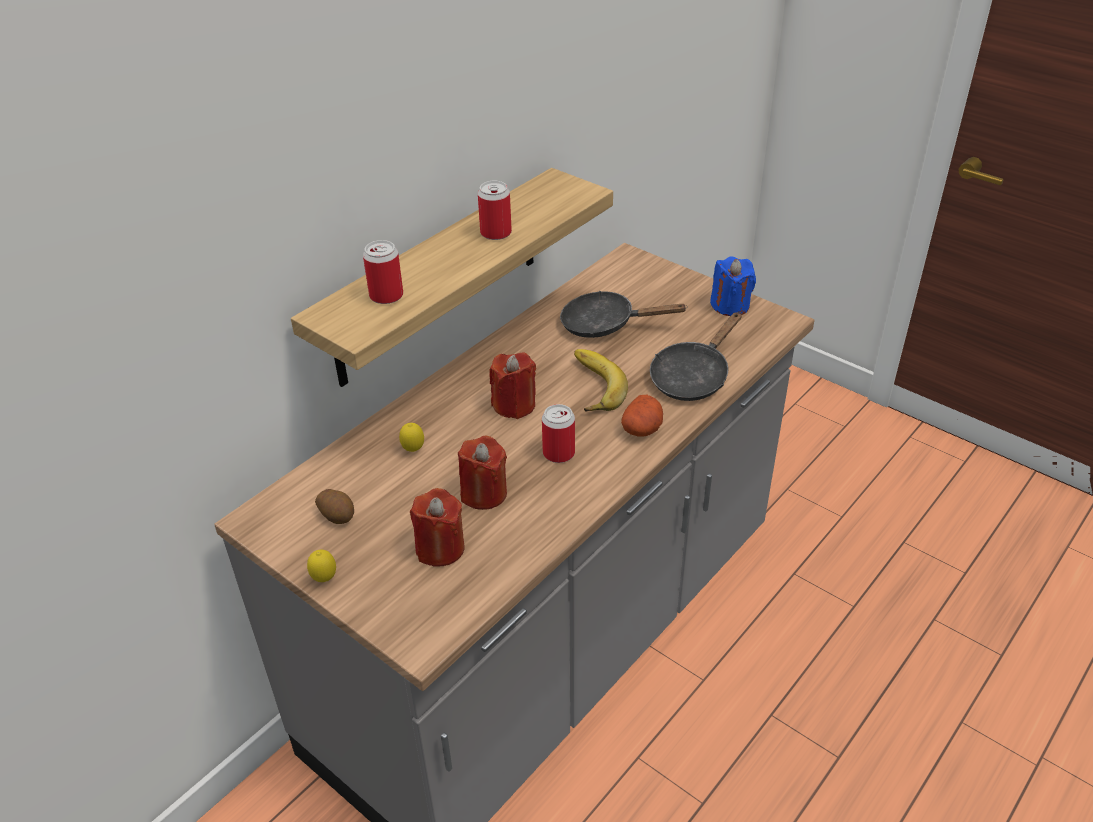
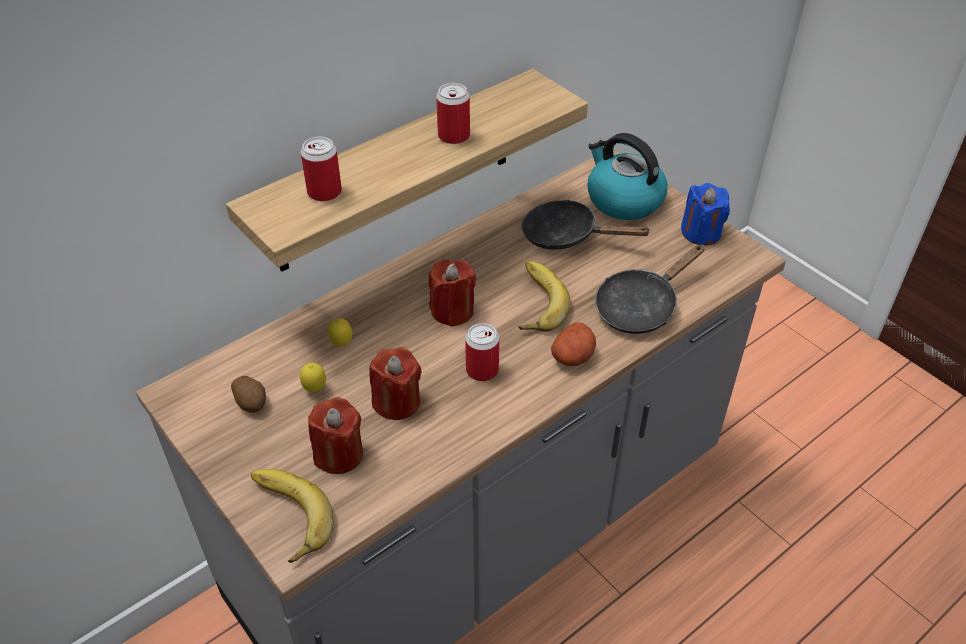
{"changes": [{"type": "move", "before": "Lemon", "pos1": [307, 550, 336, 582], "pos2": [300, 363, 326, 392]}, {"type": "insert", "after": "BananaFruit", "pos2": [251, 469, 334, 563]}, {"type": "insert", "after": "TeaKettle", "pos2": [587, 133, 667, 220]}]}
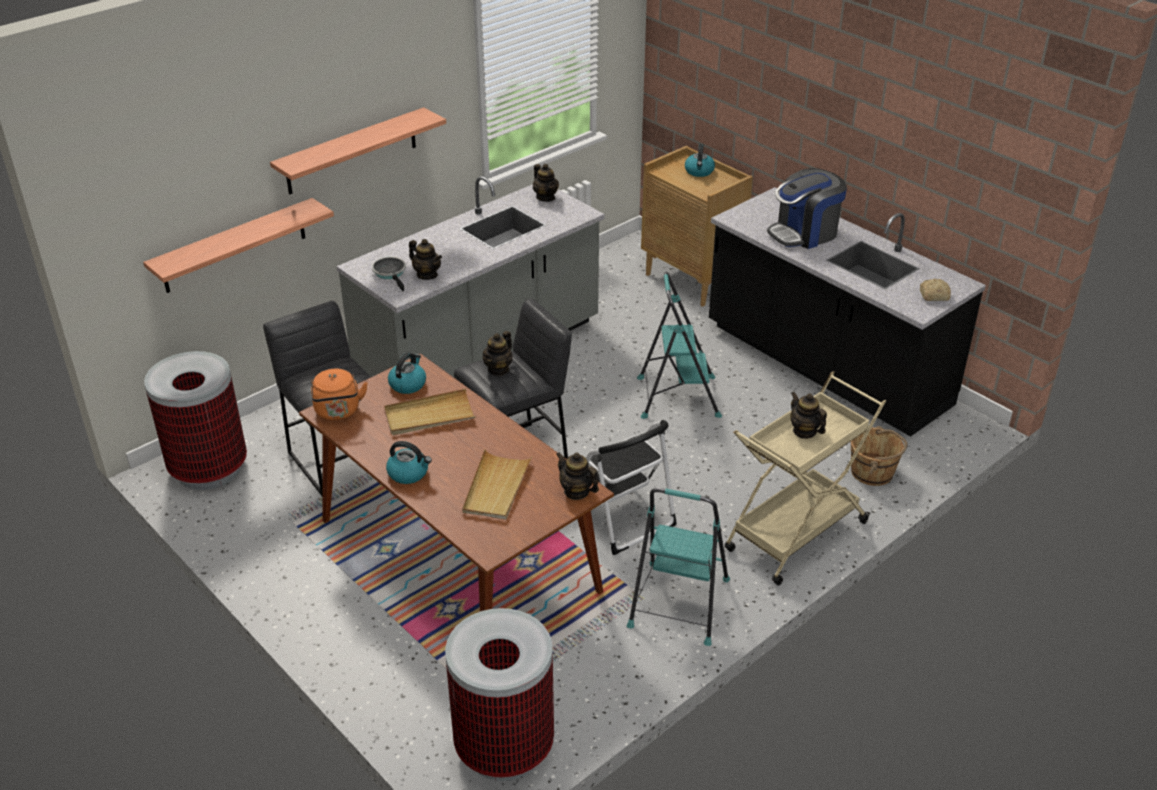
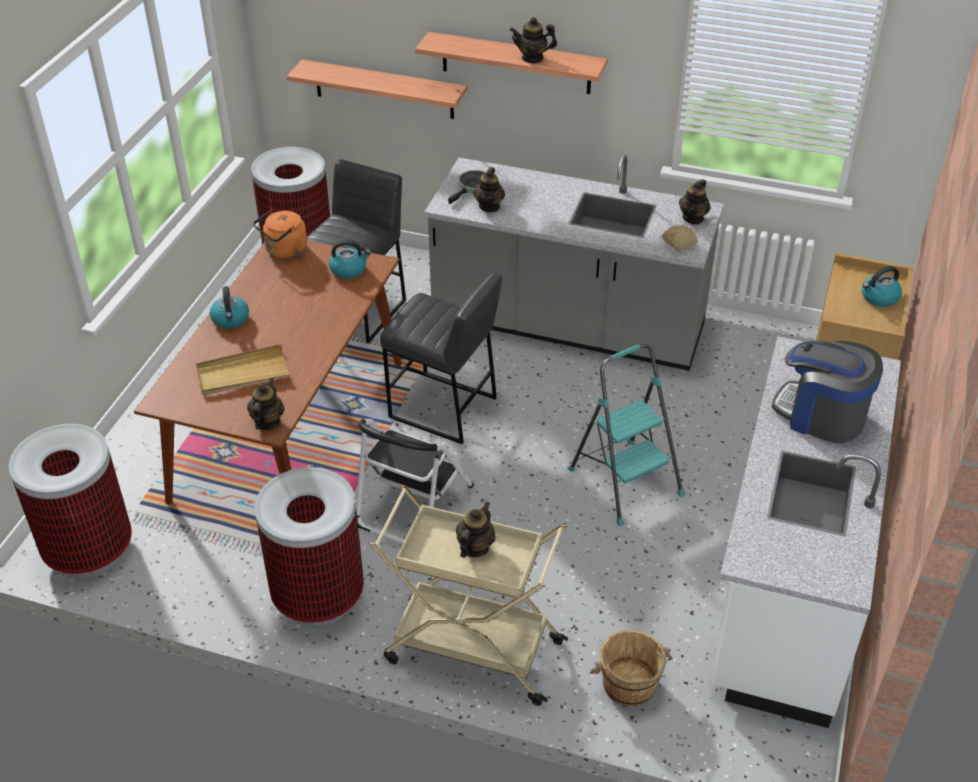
{"changes": [{"type": "delete", "before": "SandColouredCarryingTray", "pos1": [384, 389, 476, 435]}, {"type": "move", "before": "Teapot", "pos1": [482, 331, 513, 376], "pos2": [510, 17, 557, 63]}, {"type": "replace", "before": "TurquoiseStepLadder", "after": "WasteBin", "pos1": [627, 488, 730, 646], "pos2": [255, 467, 364, 626]}, {"type": "recolor", "before": "BlackColouredKitchenCounter", "after": "WhitishKitchenCounter", "pos1": [709, 187, 986, 437], "pos2": [709, 336, 901, 728]}, {"type": "move", "before": "Bread", "pos1": [920, 278, 951, 301], "pos2": [662, 225, 697, 251]}]}
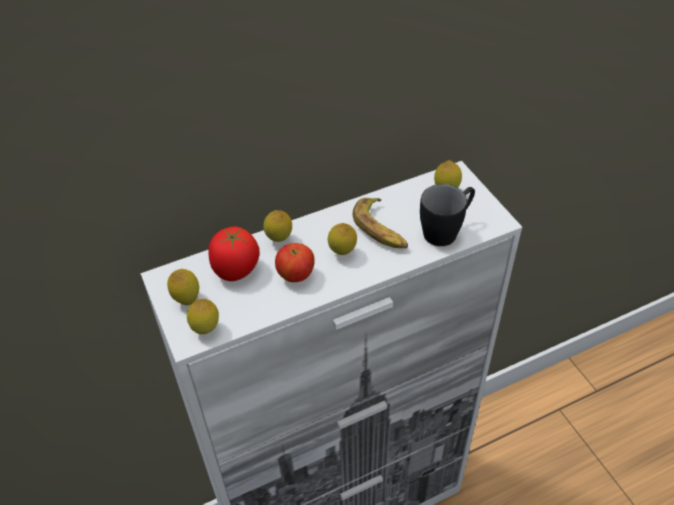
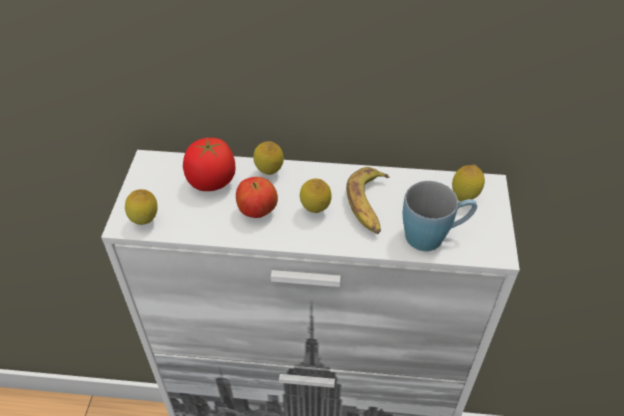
{"changes": [{"type": "delete", "before": "Lemon", "pos1": [167, 269, 199, 305]}, {"type": "recolor", "before": "BlackColouredMug", "after": "BlueColouredMug", "pos1": [420, 184, 475, 246], "pos2": [403, 181, 477, 251]}]}
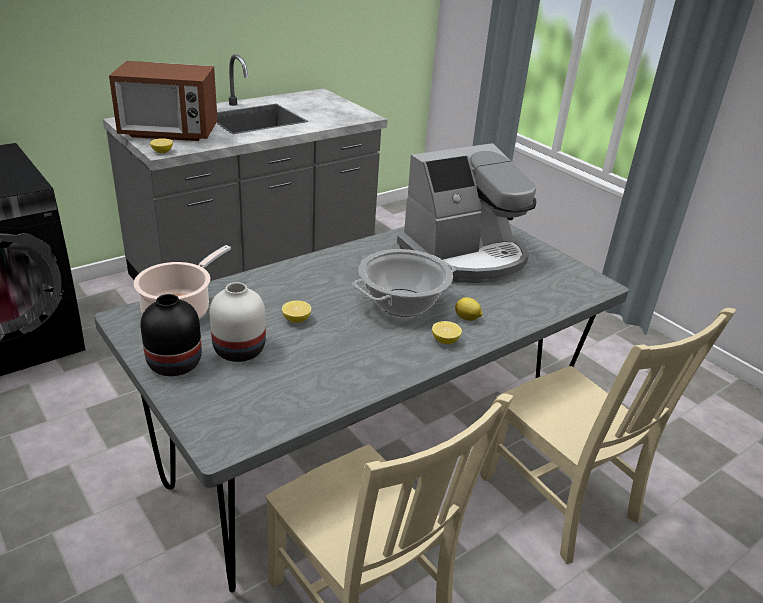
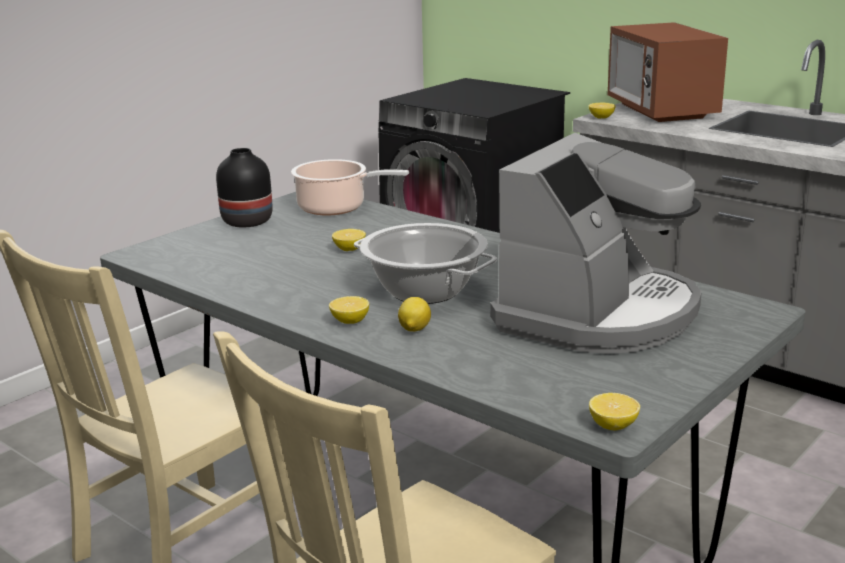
{"changes": [{"type": "delete", "before": "WhitishFlowerVase", "pos1": [210, 282, 266, 362]}, {"type": "rotate", "before": "CoffeeMachine", "pos1": [397, 143, 536, 283], "pos2": [490, 133, 702, 354], "turn": -105}, {"type": "insert", "after": "Lemon", "pos2": [589, 393, 640, 430]}]}
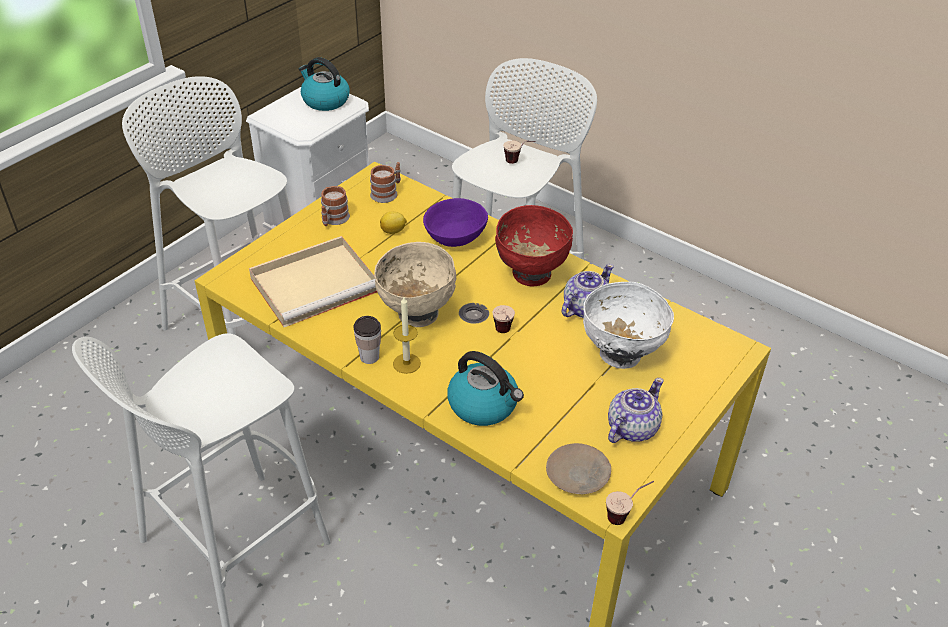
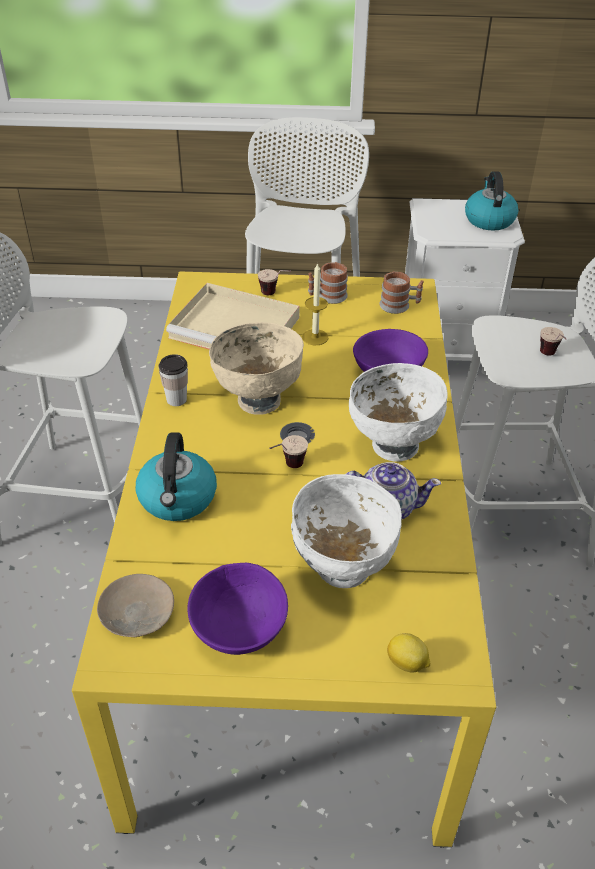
{"changes": [{"type": "move", "before": "Lemon", "pos1": [380, 212, 407, 234], "pos2": [387, 633, 430, 673]}, {"type": "move", "before": "WaxCandle", "pos1": [393, 297, 421, 374], "pos2": [302, 262, 329, 345]}, {"type": "recolor", "before": "RedColouredBowl", "after": "WhitishBowl", "pos1": [495, 205, 573, 287], "pos2": [349, 363, 448, 462]}, {"type": "move", "before": "DrinkingCup", "pos1": [606, 481, 654, 525], "pos2": [258, 269, 291, 295]}, {"type": "replace", "before": "Teapot", "after": "PurplishBowl", "pos1": [608, 378, 663, 443], "pos2": [187, 563, 288, 655]}]}
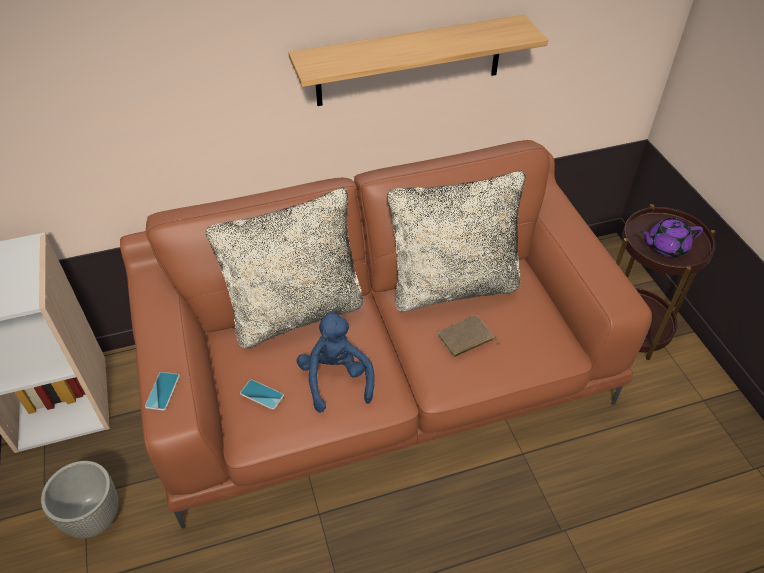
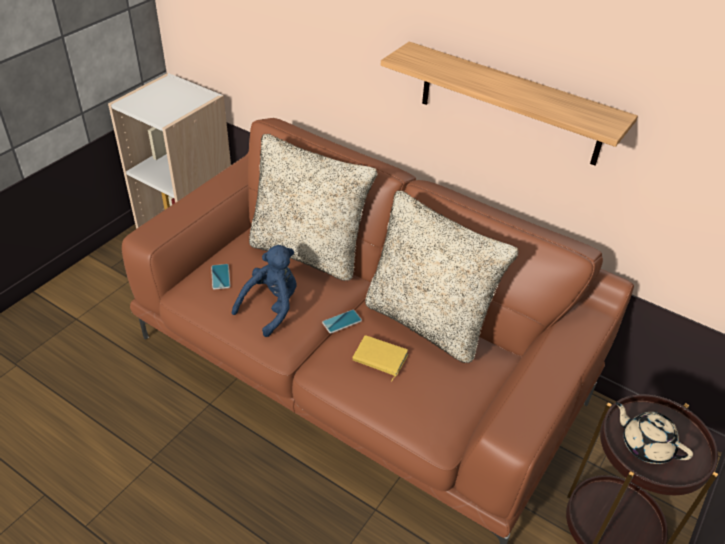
{"changes": [{"type": "delete", "before": "GreyishPlantPot", "pos1": [41, 461, 119, 538]}, {"type": "move", "before": "Phone", "pos1": [145, 372, 180, 411], "pos2": [322, 310, 362, 333]}, {"type": "recolor", "before": "BrownColouredBook", "after": "YellowBook", "pos1": [438, 315, 500, 357], "pos2": [352, 335, 409, 381]}, {"type": "recolor", "before": "PurplishTeapot", "after": "SandColouredTeapot", "pos1": [641, 218, 703, 257], "pos2": [615, 402, 693, 464]}]}
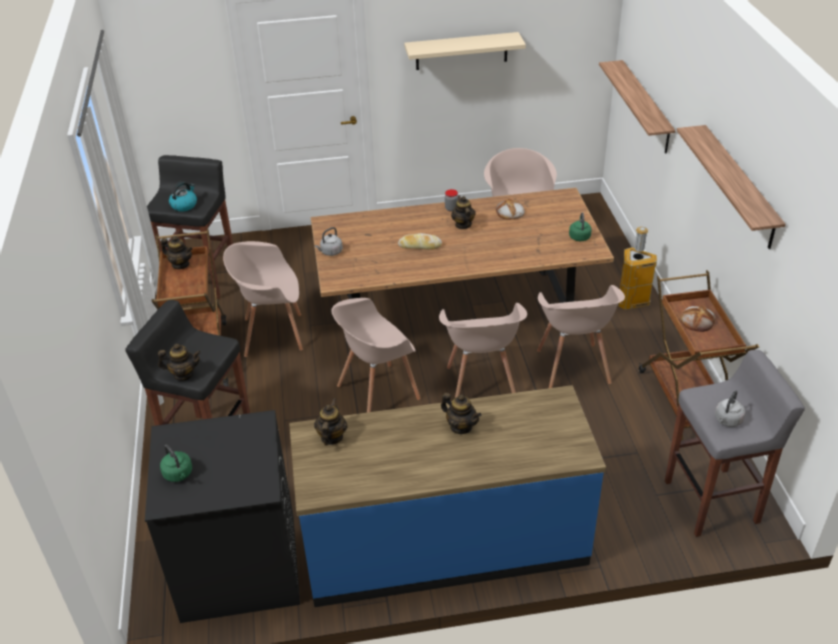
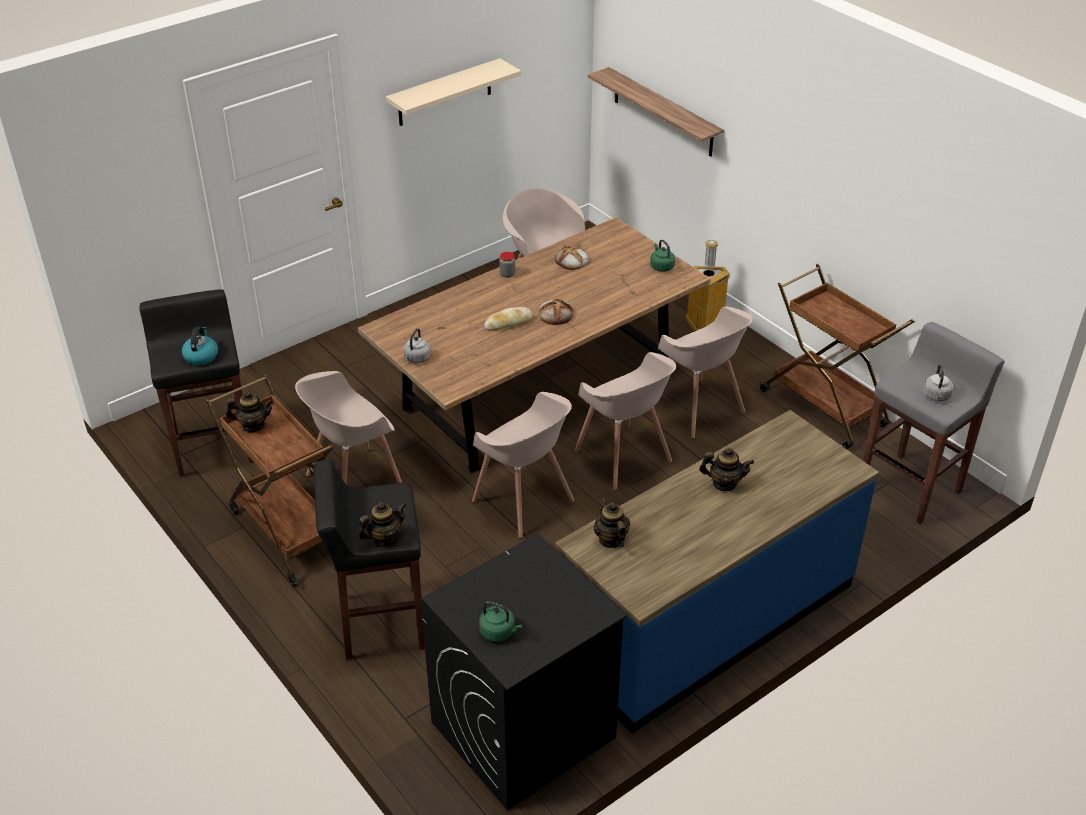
{"changes": [{"type": "rotate", "before": "SandColouredPlainChair", "pos1": [331, 298, 420, 412], "pos2": [472, 392, 574, 538], "turn": -75}, {"type": "delete", "before": "Teapot", "pos1": [451, 195, 476, 229]}, {"type": "delete", "before": "WallShelf", "pos1": [677, 125, 786, 249]}, {"type": "move", "before": "Bread", "pos1": [681, 306, 716, 332], "pos2": [539, 299, 573, 325]}]}
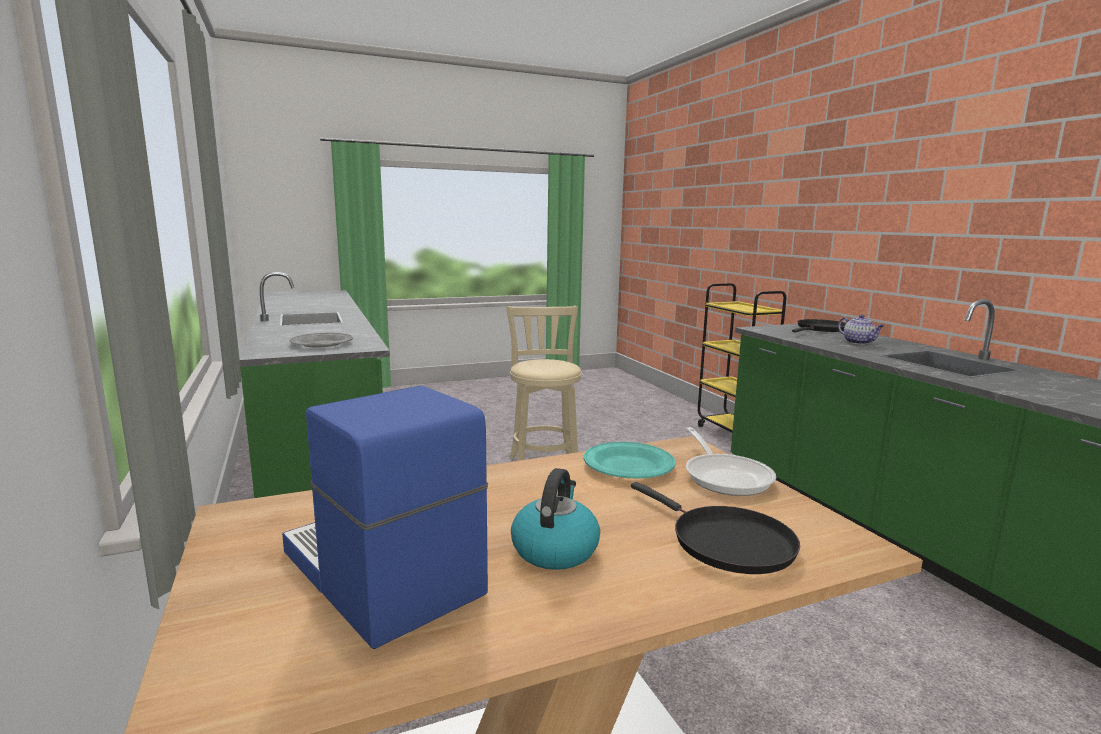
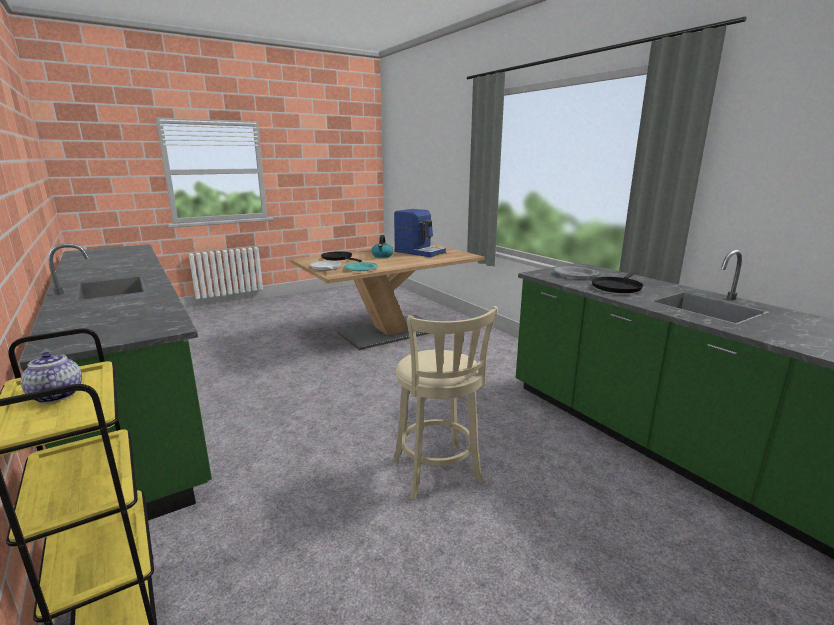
{"changes": [{"type": "move", "before": "BlackColouredPan", "pos1": [792, 319, 846, 332], "pos2": [592, 272, 643, 293]}, {"type": "move", "before": "Teapot", "pos1": [838, 315, 884, 344], "pos2": [21, 352, 82, 403]}]}
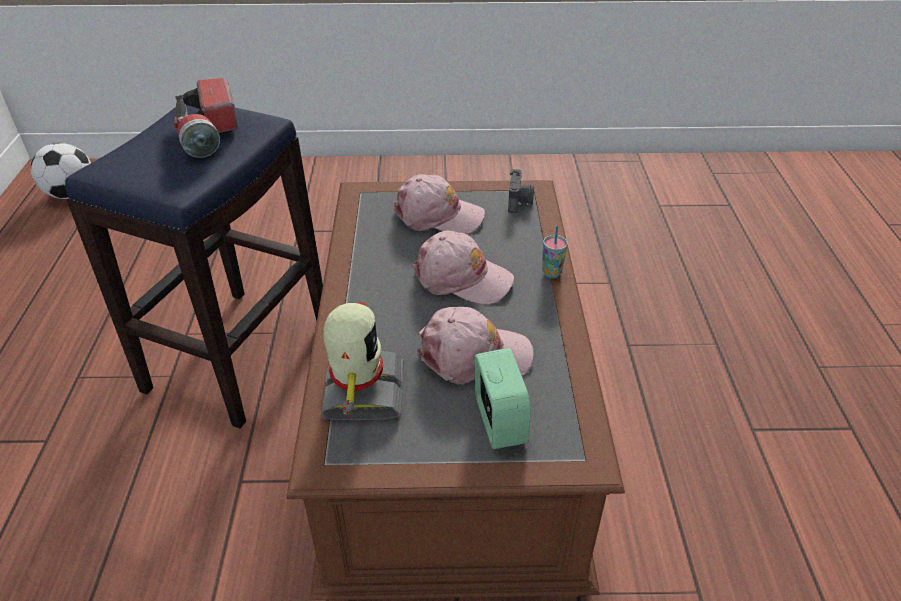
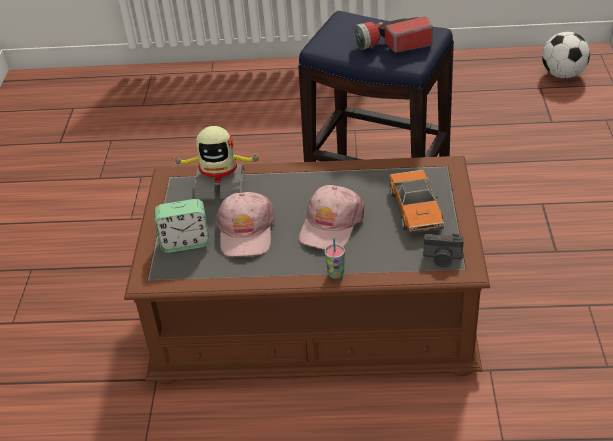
{"changes": [{"type": "replace", "before": "PinkCap", "after": "MiniatureCar", "pos1": [393, 174, 485, 234], "pos2": [389, 170, 444, 233]}]}
